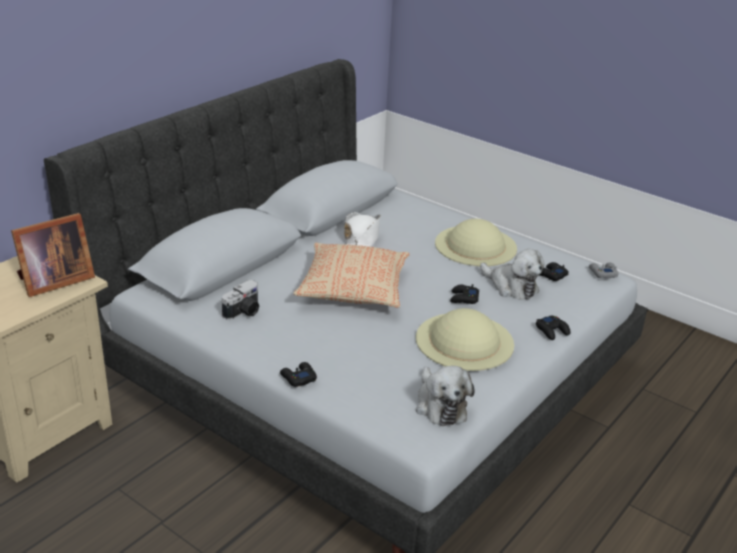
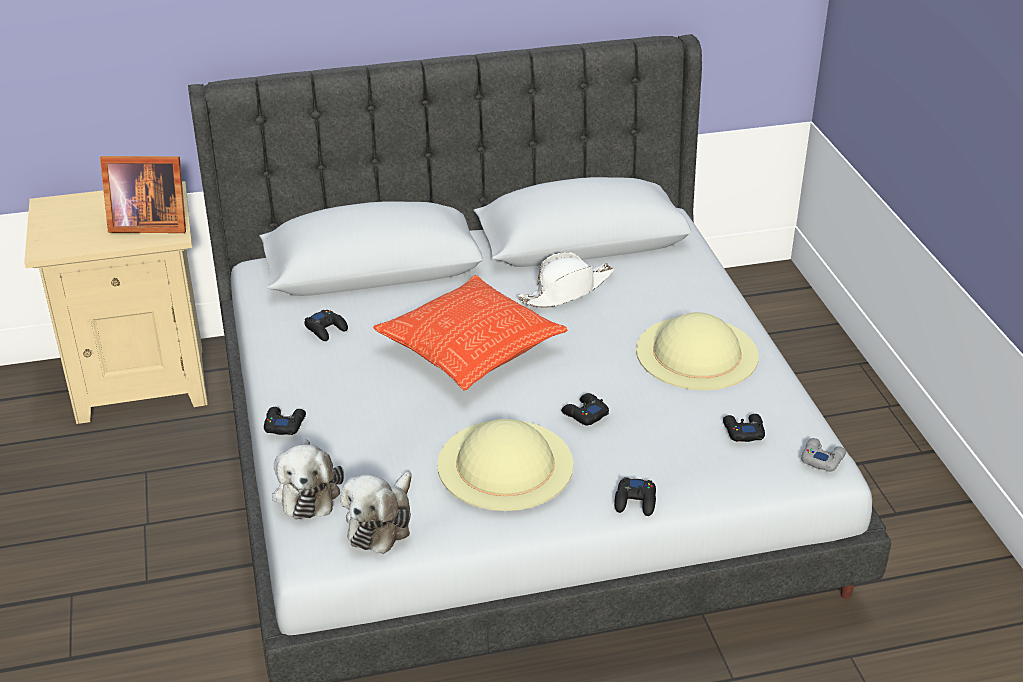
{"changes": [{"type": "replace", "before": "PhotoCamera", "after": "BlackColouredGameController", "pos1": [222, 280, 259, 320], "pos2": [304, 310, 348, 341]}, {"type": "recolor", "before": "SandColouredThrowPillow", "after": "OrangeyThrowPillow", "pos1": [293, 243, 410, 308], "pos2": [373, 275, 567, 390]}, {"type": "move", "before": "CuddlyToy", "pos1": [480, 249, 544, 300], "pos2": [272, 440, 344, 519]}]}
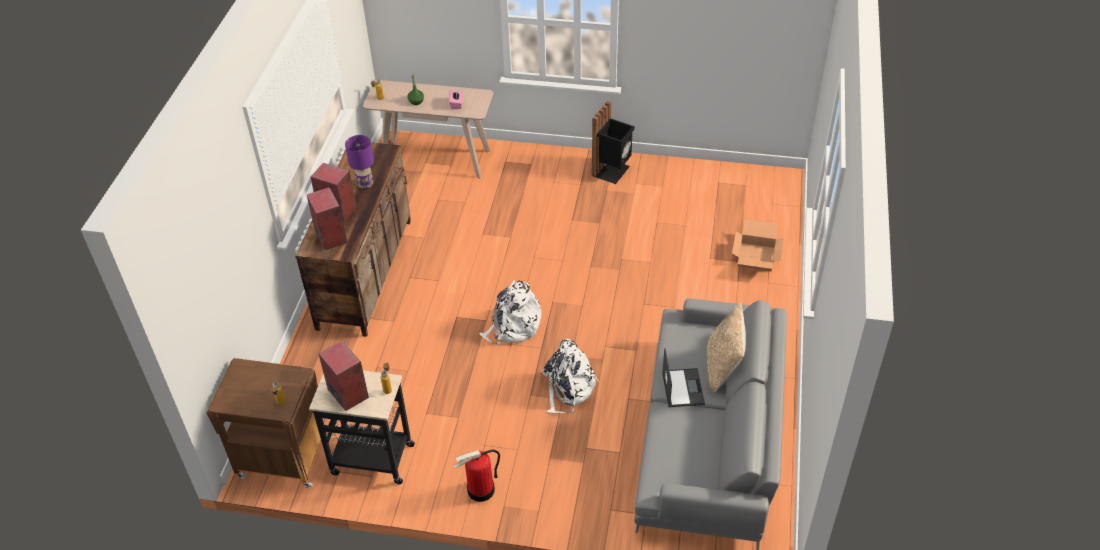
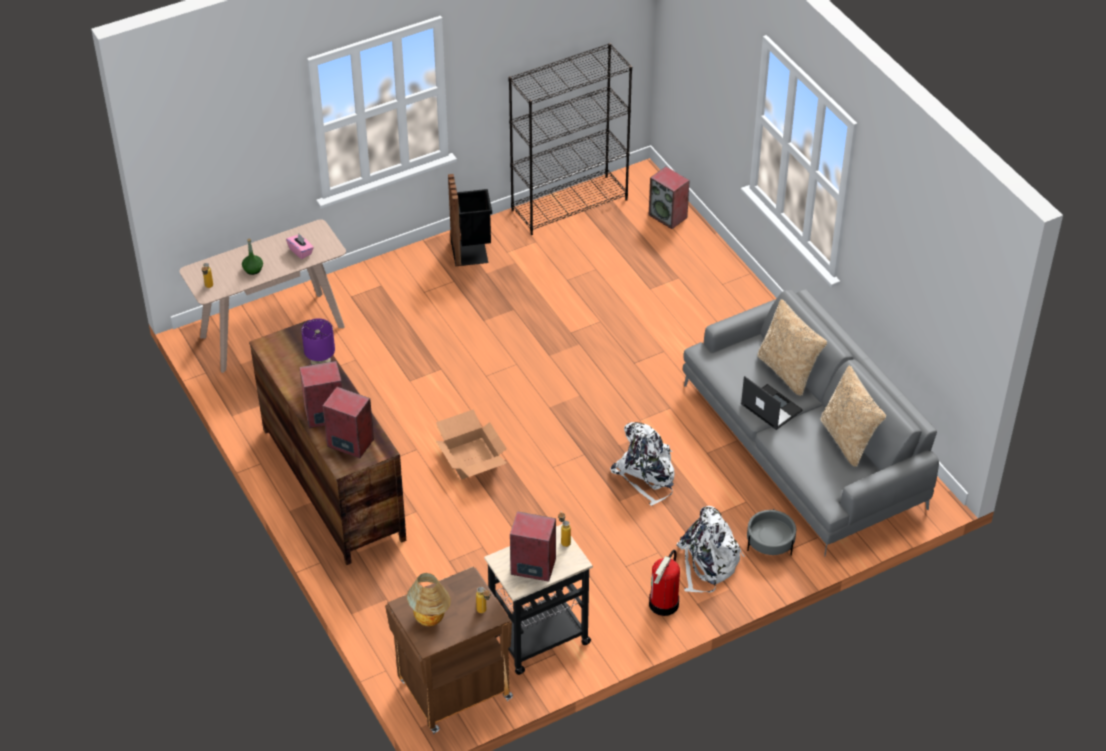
{"changes": [{"type": "move", "before": "WhitishBackpack", "pos1": [479, 280, 541, 345], "pos2": [676, 506, 745, 592]}, {"type": "move", "before": "PackingBox", "pos1": [732, 219, 784, 271], "pos2": [436, 409, 507, 479]}, {"type": "insert", "after": "TabletopLamp", "pos2": [407, 573, 451, 626]}, {"type": "insert", "after": "BlackColouredBookcase", "pos2": [509, 43, 632, 235]}, {"type": "insert", "after": "Loudspeaker", "pos2": [649, 167, 690, 229]}, {"type": "insert", "after": "GreyishPlantPot", "pos2": [747, 509, 796, 556]}, {"type": "insert", "after": "SandColouredThrowPillow", "pos2": [821, 365, 886, 467]}]}
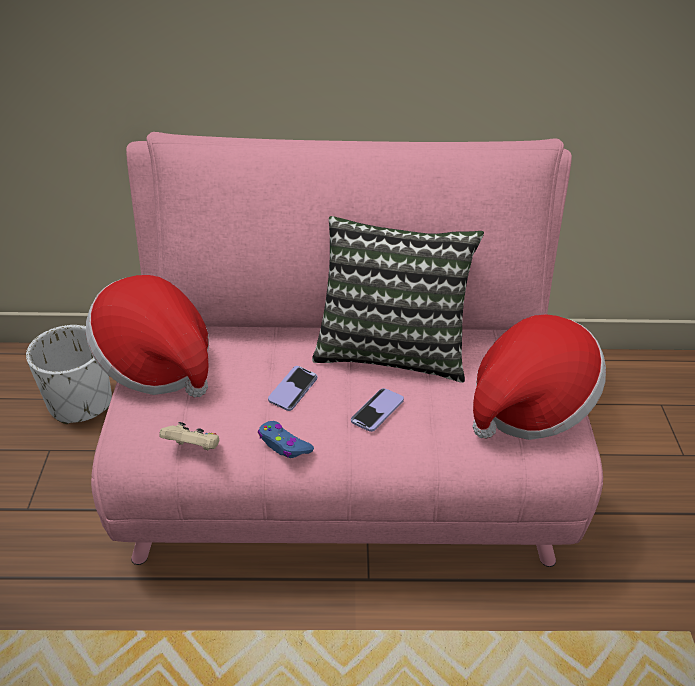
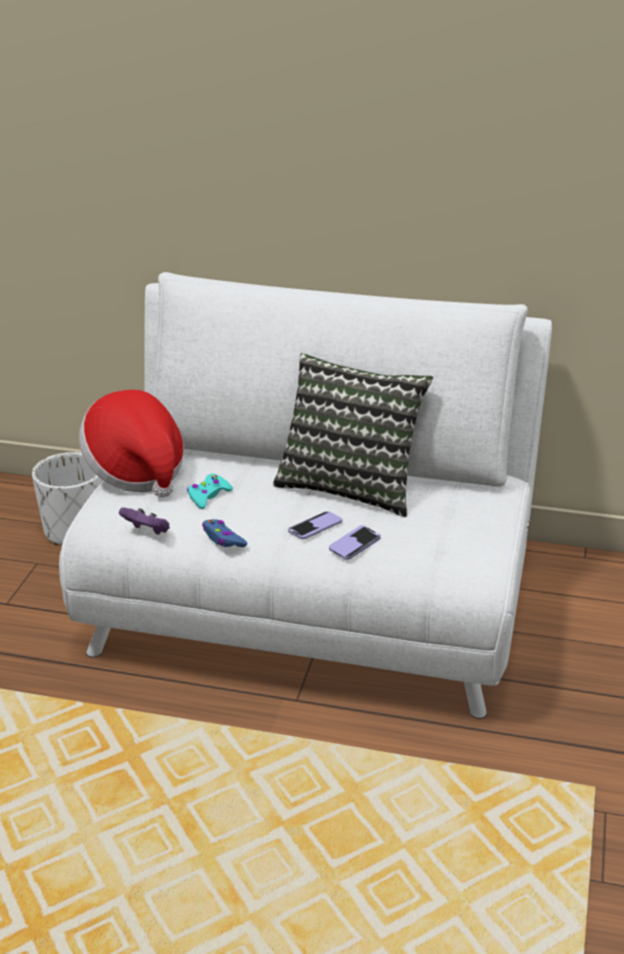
{"changes": [{"type": "recolor", "before": "PinkCouch", "after": "WhitishCouch", "pos1": [91, 132, 603, 567], "pos2": [59, 272, 552, 719]}, {"type": "recolor", "before": "SandColouredGameController", "after": "PurplishGameController", "pos1": [159, 422, 220, 451], "pos2": [119, 507, 170, 535]}, {"type": "move", "before": "Phone", "pos1": [268, 366, 317, 411], "pos2": [329, 525, 381, 560]}, {"type": "delete", "before": "WearableHat", "pos1": [473, 314, 606, 440]}, {"type": "insert", "after": "TurquoiseGameController", "pos2": [187, 474, 233, 509]}]}
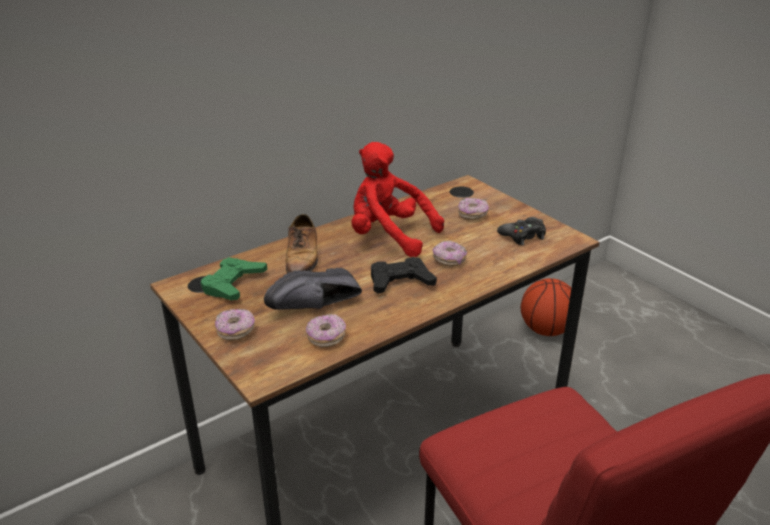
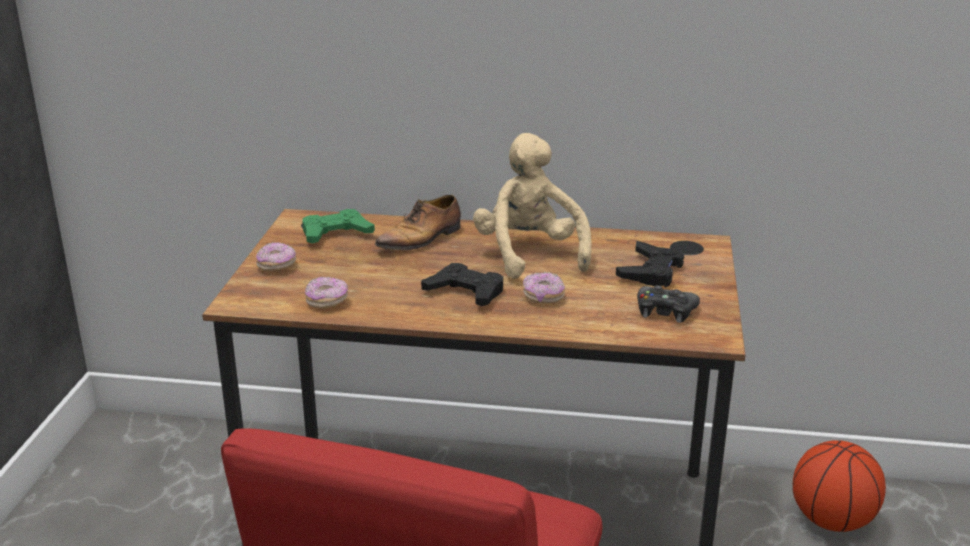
{"changes": [{"type": "delete", "before": "BlackColouredLowShoe", "pos1": [264, 268, 362, 310]}, {"type": "recolor", "before": "RedColouredCuddlyToy", "after": "SandColouredCuddlyToy", "pos1": [351, 142, 444, 257], "pos2": [473, 133, 592, 279]}, {"type": "replace", "before": "RingDoughnut", "after": "BlackColouredGameController", "pos1": [458, 198, 489, 220], "pos2": [616, 241, 684, 287]}]}
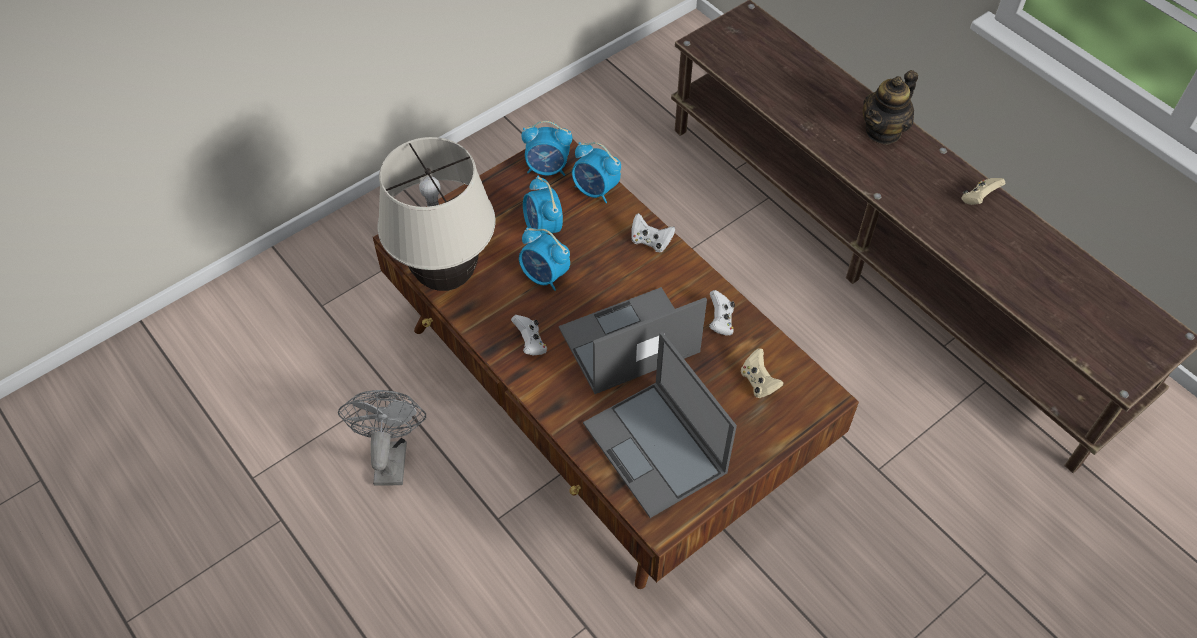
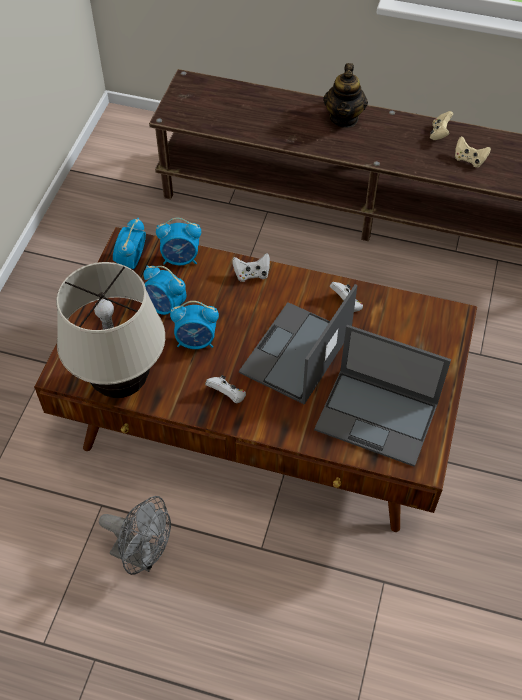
{"changes": [{"type": "rotate", "before": "GreyishFan", "pos1": [338, 390, 426, 486], "pos2": [99, 496, 171, 575], "turn": 150}, {"type": "rotate", "before": "BedsideClock", "pos1": [521, 121, 572, 176], "pos2": [113, 218, 146, 269], "turn": 135}, {"type": "move", "before": "SandColouredGameController", "pos1": [741, 349, 784, 398], "pos2": [455, 136, 491, 167]}]}
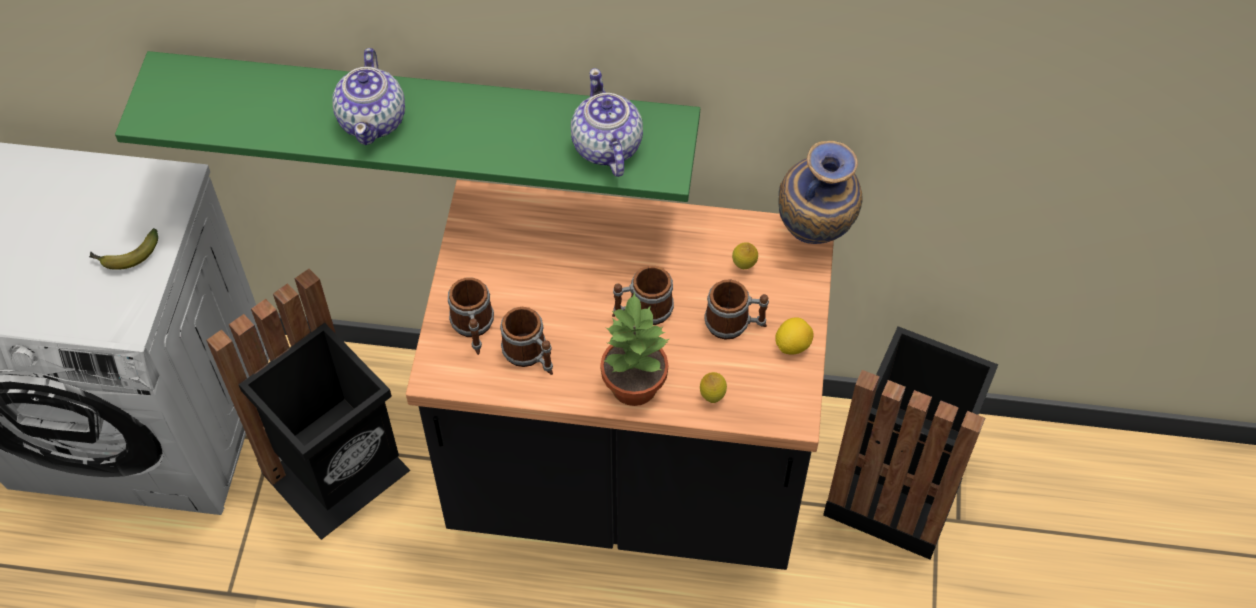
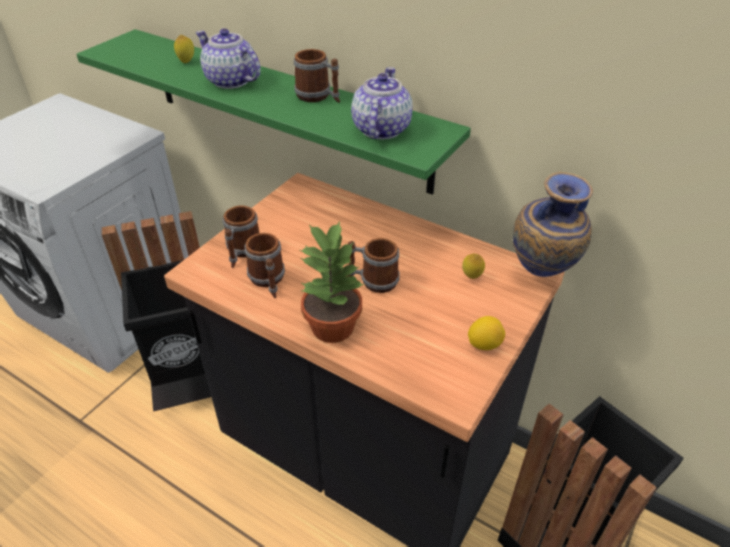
{"changes": [{"type": "delete", "before": "BananaFruit", "pos1": [89, 228, 158, 270]}, {"type": "rotate", "before": "Teapot", "pos1": [332, 48, 405, 145], "pos2": [195, 28, 261, 89], "turn": 105}, {"type": "move", "before": "Lemon", "pos1": [700, 372, 727, 403], "pos2": [174, 35, 194, 63]}, {"type": "move", "before": "Mug", "pos1": [704, 279, 769, 340], "pos2": [294, 49, 340, 103]}]}
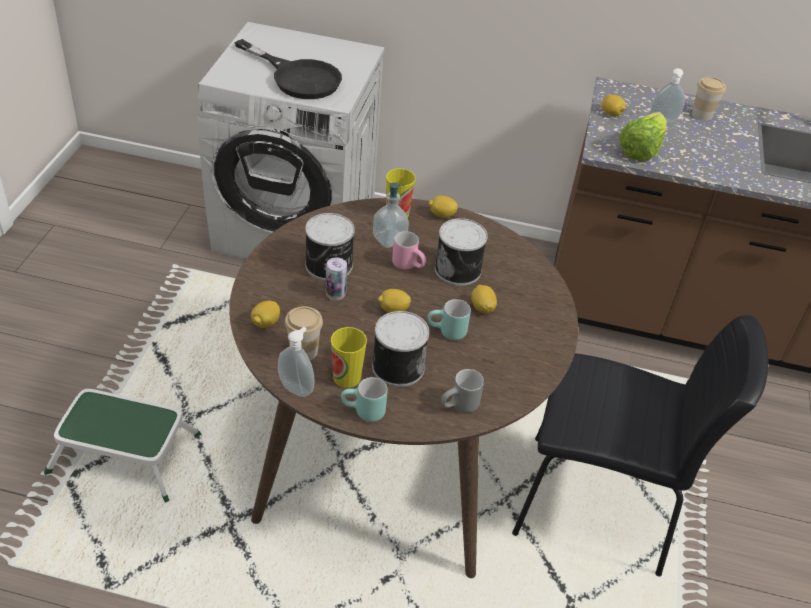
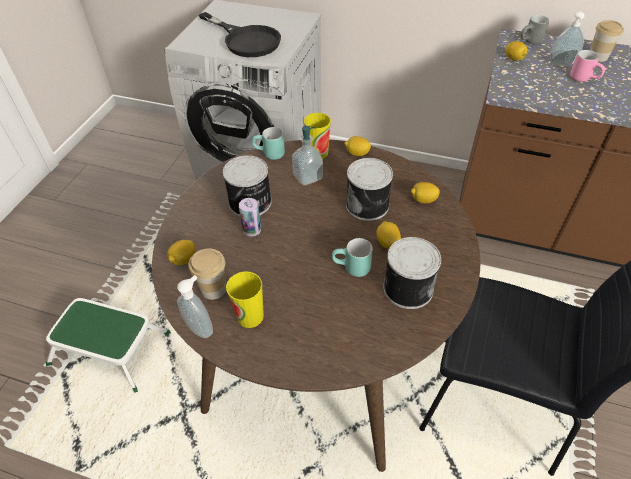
{"changes": [{"type": "move", "before": "TurquoiseMug", "pos1": [341, 377, 388, 422], "pos2": [252, 127, 285, 160]}, {"type": "move", "before": "SealedCan", "pos1": [372, 311, 429, 387], "pos2": [383, 237, 441, 309]}, {"type": "move", "before": "Lemon", "pos1": [378, 289, 411, 313], "pos2": [411, 182, 440, 203]}, {"type": "move", "before": "PinkMug", "pos1": [392, 231, 426, 270], "pos2": [570, 50, 605, 82]}, {"type": "move", "before": "GreyishMug", "pos1": [441, 369, 484, 413], "pos2": [521, 15, 549, 44]}, {"type": "delete", "before": "Lettuce", "pos1": [619, 112, 667, 161]}]}
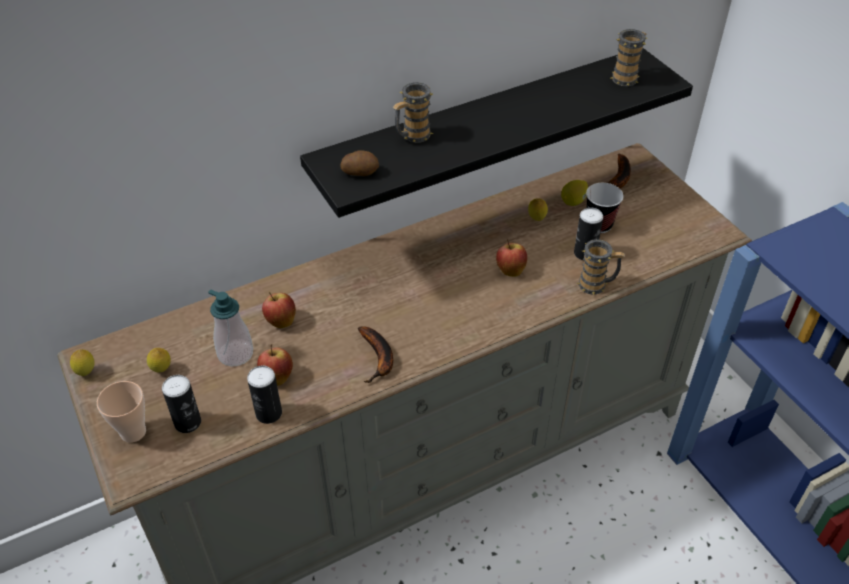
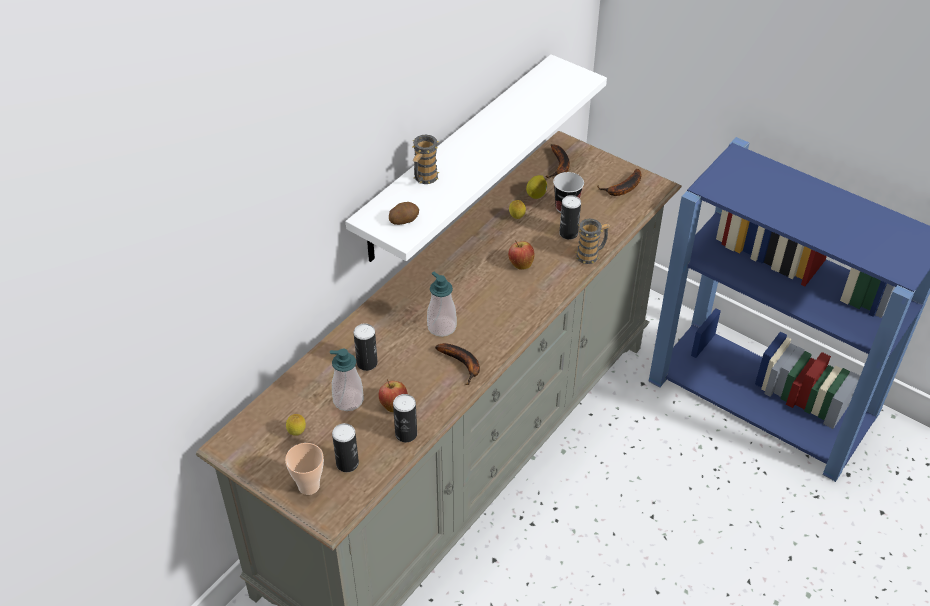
{"changes": [{"type": "delete", "before": "Lemon", "pos1": [70, 349, 95, 376]}, {"type": "replace", "before": "Apple", "after": "SealedCan", "pos1": [262, 292, 296, 328], "pos2": [354, 323, 378, 371]}, {"type": "recolor", "before": "BlackColouredWallShelf", "after": "WhitishWallShelf", "pos1": [300, 48, 693, 218], "pos2": [346, 54, 607, 262]}, {"type": "delete", "before": "Mug", "pos1": [611, 29, 647, 86]}, {"type": "insert", "after": "SoapDispenser", "pos2": [427, 272, 457, 337]}, {"type": "insert", "after": "BananaFruit", "pos2": [597, 169, 641, 196]}]}
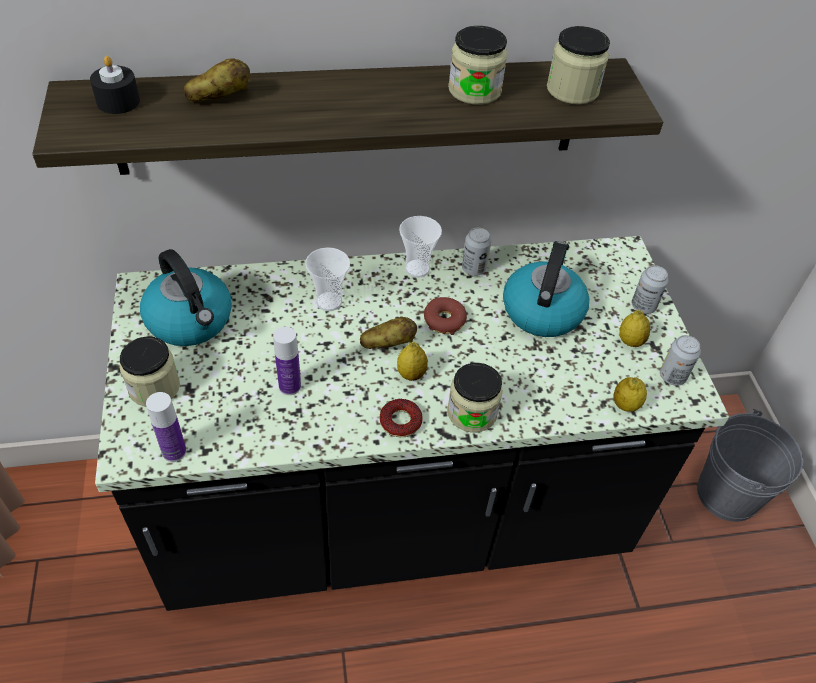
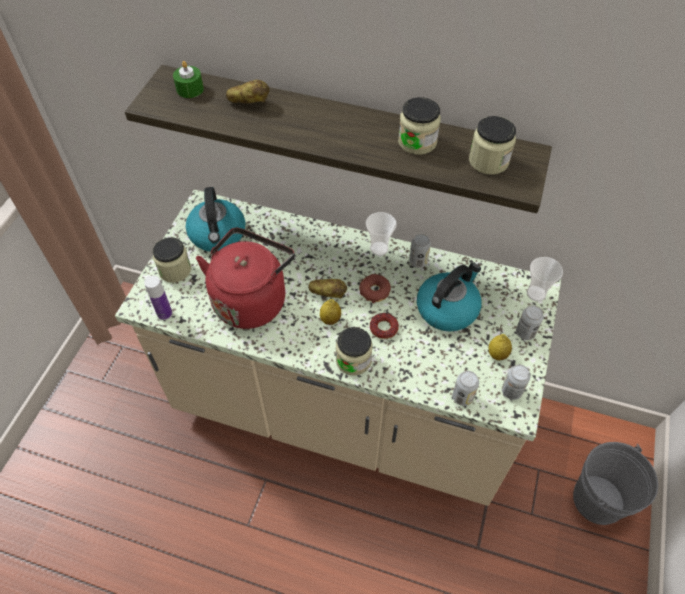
{"changes": [{"type": "recolor", "before": "BlackColouredWaxCandle", "after": "GreenWaxCandle", "pos1": [90, 56, 140, 114], "pos2": [173, 61, 204, 98]}, {"type": "recolor", "before": "BlackColouredKitchenCounter", "after": "SandColouredKitchenCounter", "pos1": [95, 236, 729, 611], "pos2": [115, 190, 561, 506]}, {"type": "replace", "before": "BeverageBottle", "after": "RedColouredTeaKettle", "pos1": [273, 326, 301, 395], "pos2": [196, 228, 295, 329]}, {"type": "move", "before": "DrinkingCup", "pos1": [305, 248, 350, 311], "pos2": [527, 257, 563, 301]}, {"type": "move", "before": "RingDoughnut", "pos1": [379, 399, 422, 437], "pos2": [370, 313, 399, 339]}, {"type": "replace", "before": "Lemon", "after": "SealedCan", "pos1": [614, 377, 647, 412], "pos2": [452, 371, 479, 406]}]}
